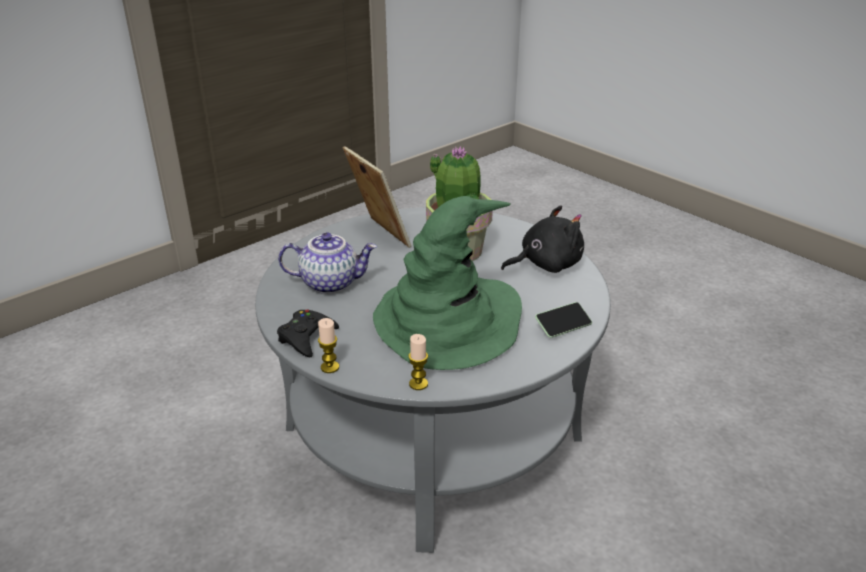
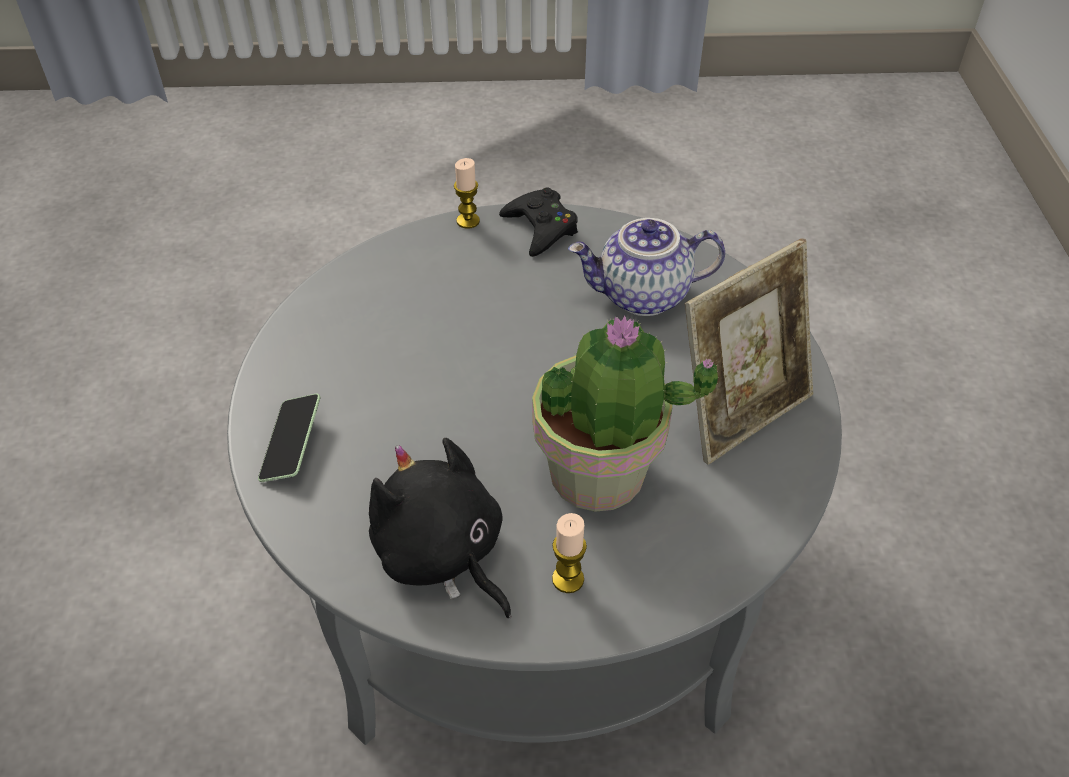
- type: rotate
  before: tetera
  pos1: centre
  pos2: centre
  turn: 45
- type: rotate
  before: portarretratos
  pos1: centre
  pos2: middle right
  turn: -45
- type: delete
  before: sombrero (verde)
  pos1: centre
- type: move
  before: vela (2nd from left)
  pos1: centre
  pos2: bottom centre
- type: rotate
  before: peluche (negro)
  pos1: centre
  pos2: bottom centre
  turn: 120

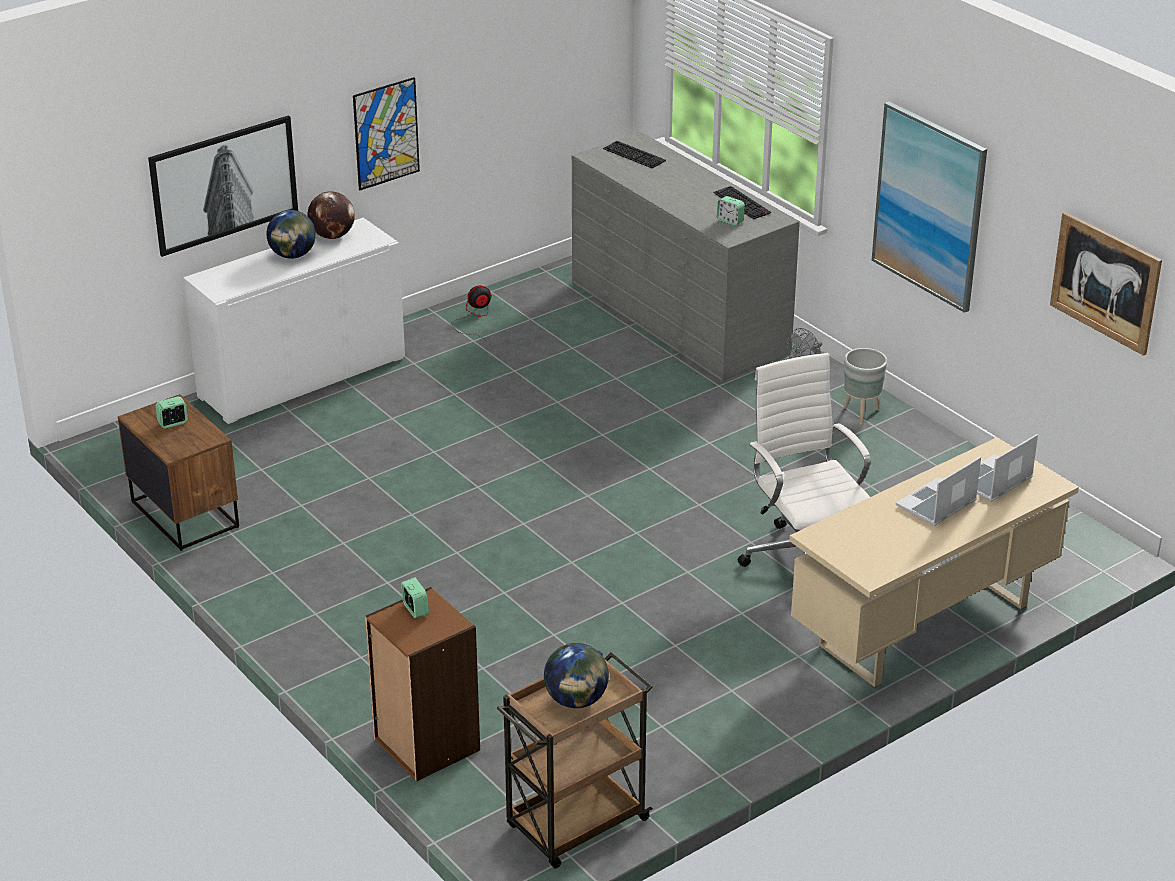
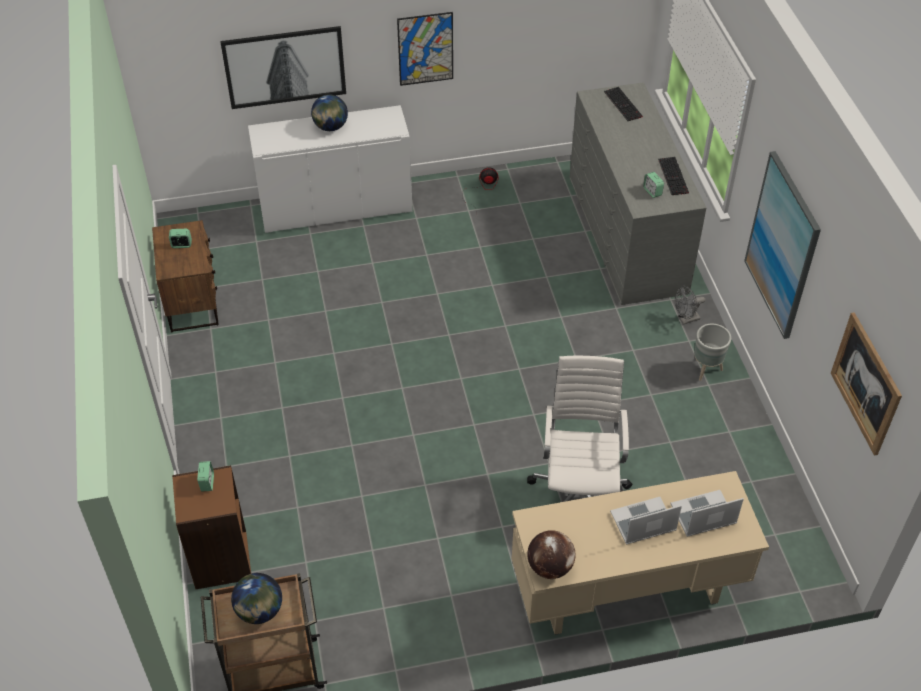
- type: move
  before: globo terráqueo (2nd from left in the first image)
  after: globo terráqueo (3rd from left)
  pos1: top left
  pos2: bottom centre

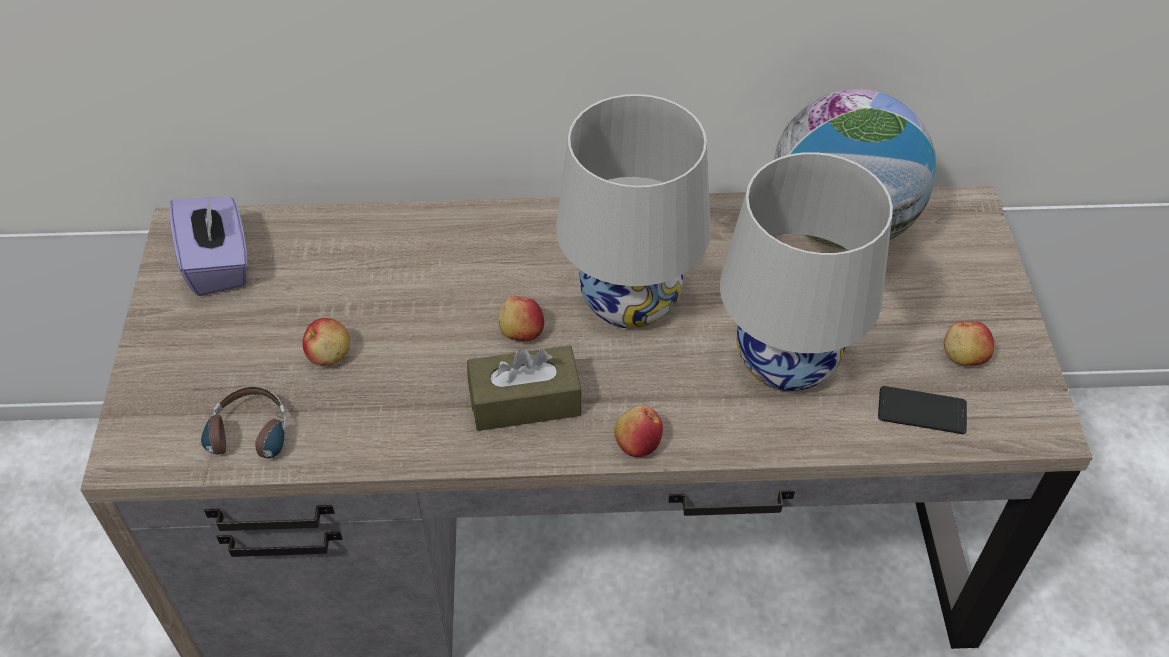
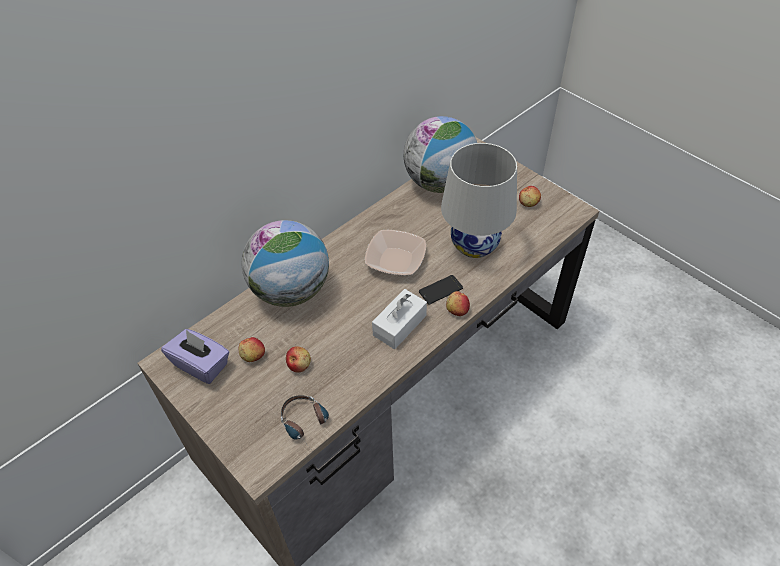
- type: recolor
  before: caja de pañuelos (marrón)
  after: caja de pañuelos (blanco)
  pos1: centre
  pos2: centre
- type: move
  before: manzana (2nd from left in the first image)
  after: manzana (1st from left)
  pos1: centre
  pos2: middle left
- type: replace
  before: lámpara de mesa (blanco) (1st from left)
  after: cuenco
  pos1: top centre
  pos2: centre
- type: move
  before: móvil
  pos1: middle right
  pos2: centre
- type: insert
  after: globo terráqueo (1st from left)
  pos2: centre

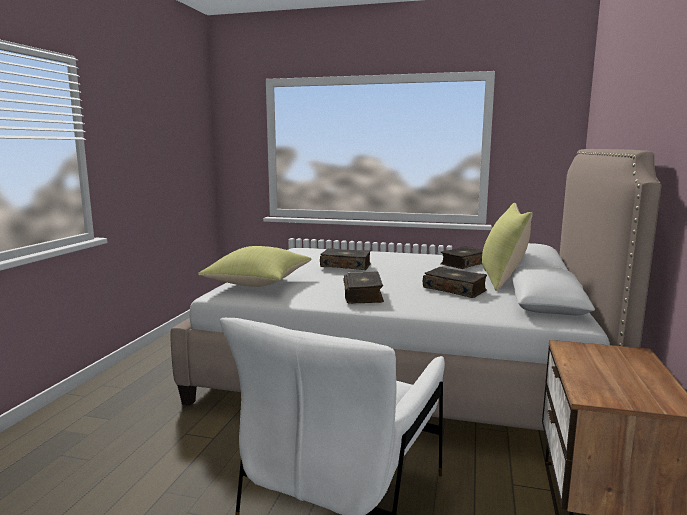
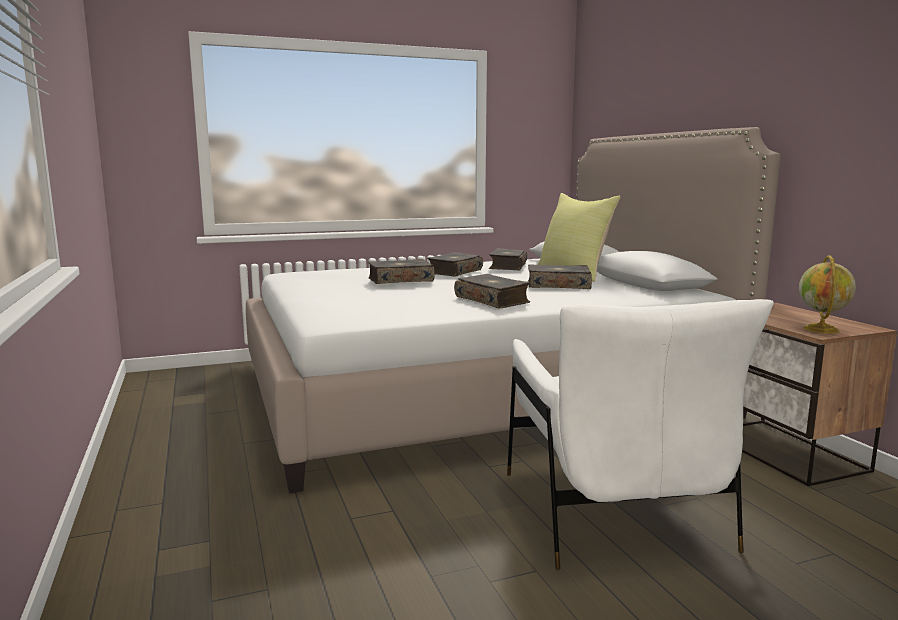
- type: delete
  before: cojín (amarillo) (1st from left)
  pos1: centre
- type: insert
  after: libro (2nd from left)
  pos2: centre
- type: insert
  after: globo terráqueo
  pos2: middle right

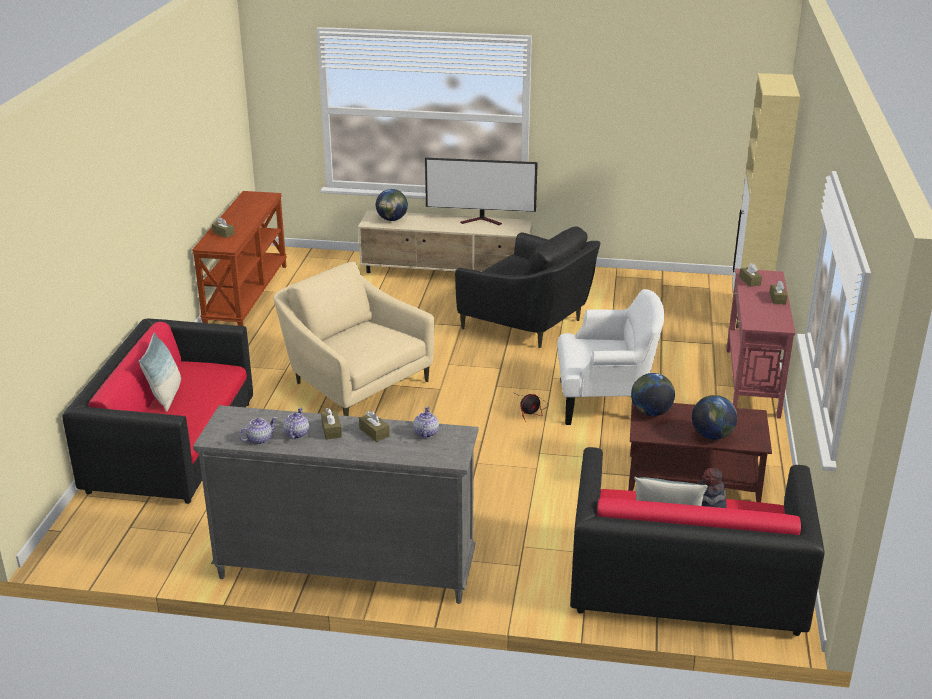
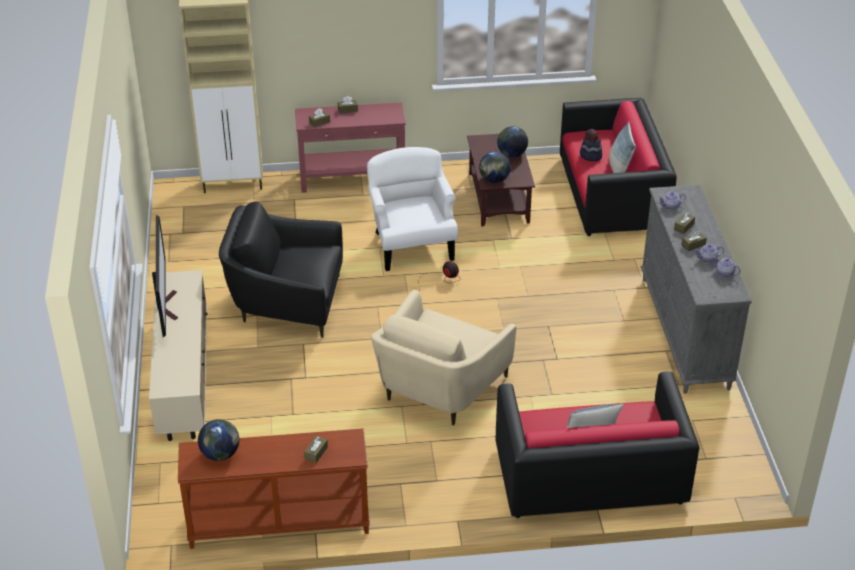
- type: move
  before: globo terráqueo (1st from left)
  pos1: top centre
  pos2: bottom left
- type: rotate
  before: sillón (negro)
  pos1: centre
  pos2: middle left
  turn: -105

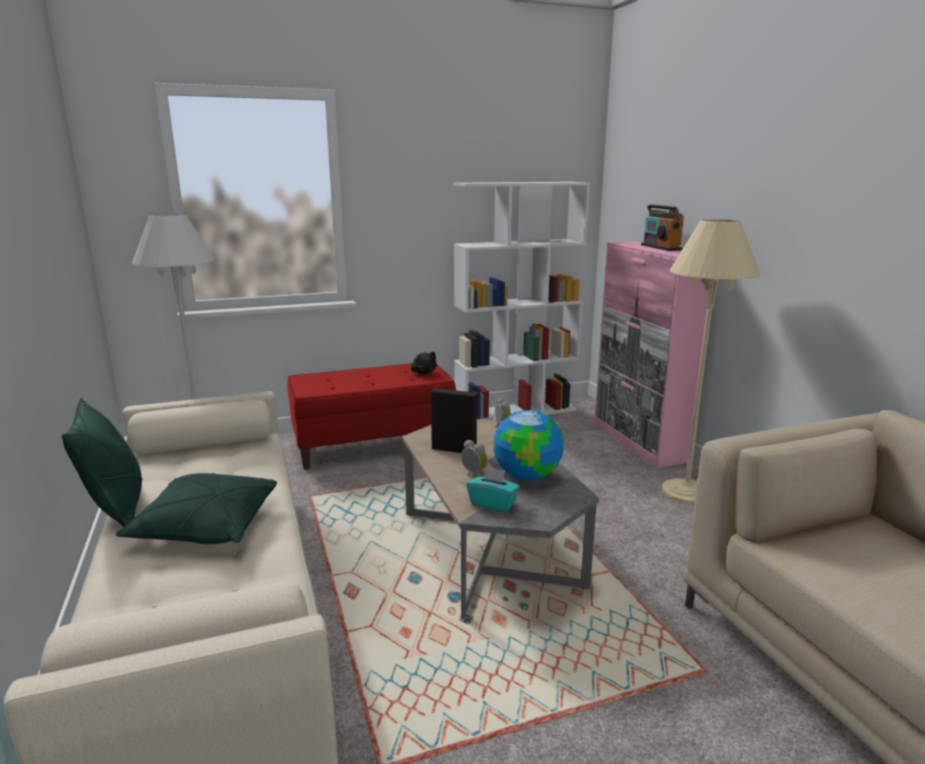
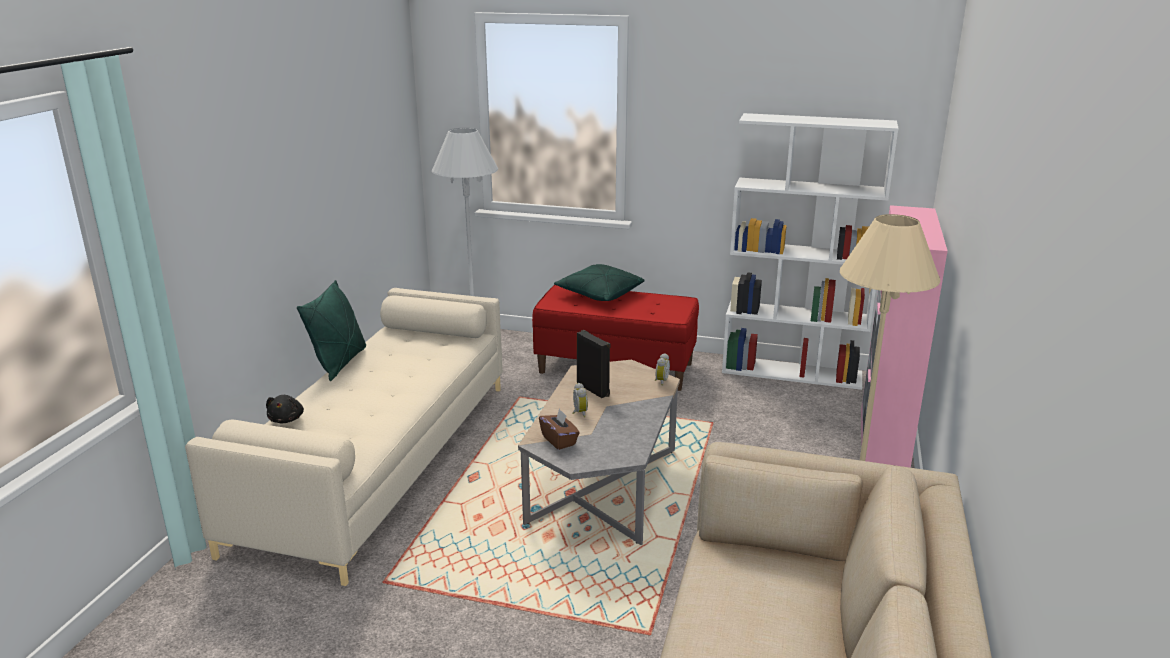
- type: move
  before: cojín (verde) (2nd from left)
  pos1: middle left
  pos2: centre
- type: move
  before: peluche (negro)
  pos1: centre
  pos2: middle left
- type: recolor
  before: caja de pañuelos (turquesa)
  after: caja de pañuelos (marrón)
  pos1: centre
  pos2: centre
- type: delete
  before: globo terráqueo
  pos1: centre
- type: delete
  before: radio
  pos1: top right

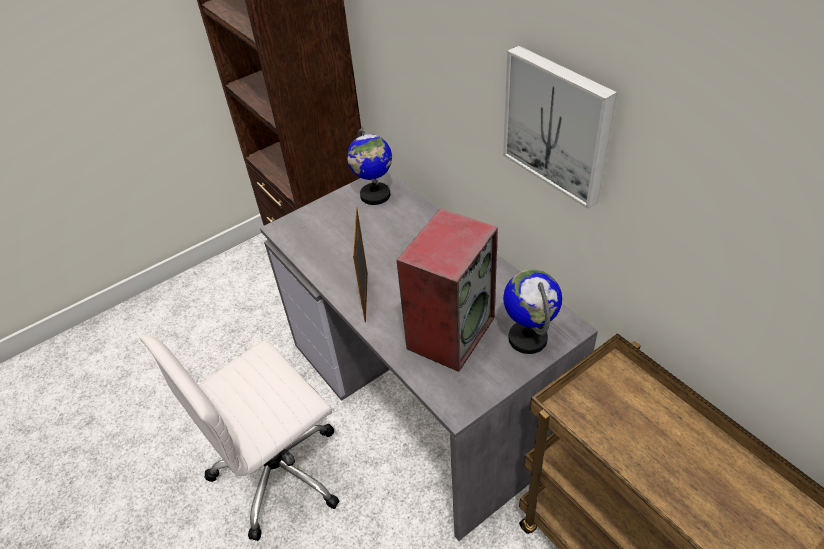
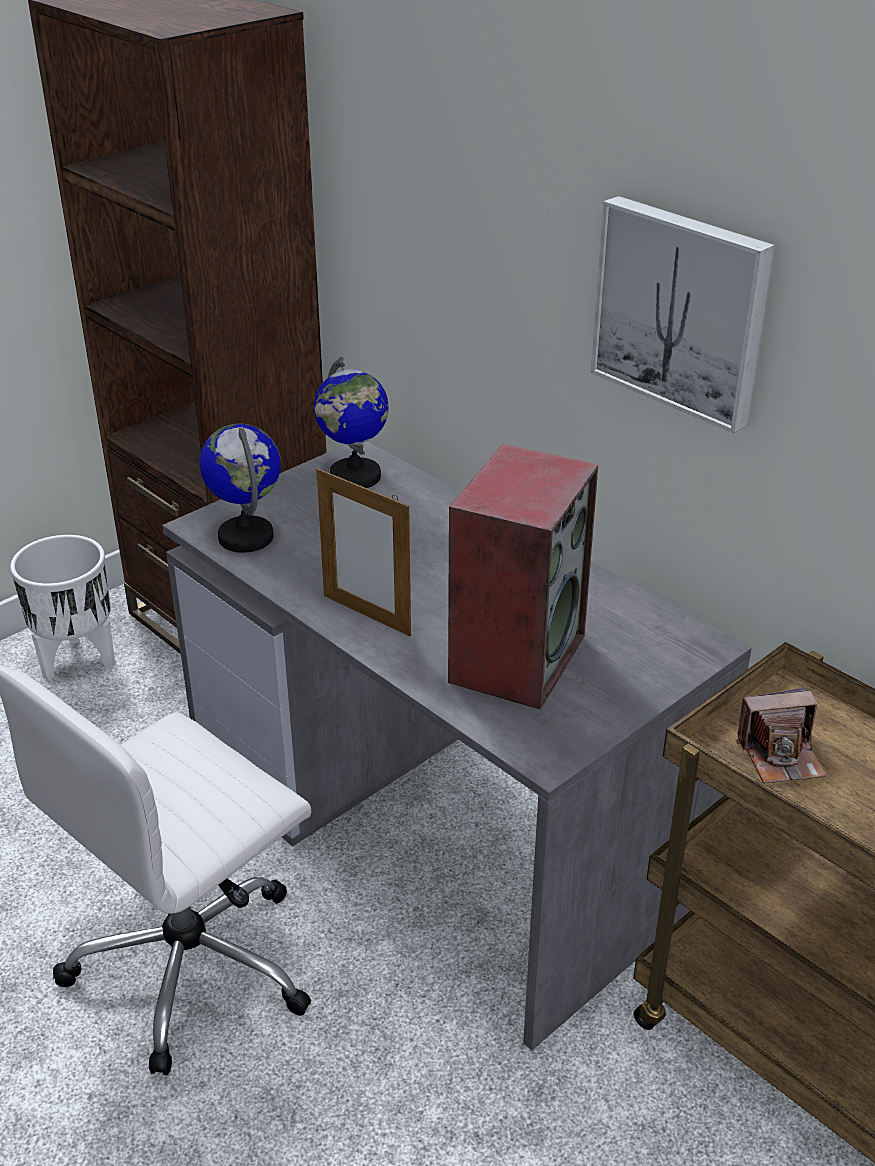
- type: rotate
  before: portarretratos
  pos1: centre
  pos2: centre
  turn: -45
- type: move
  before: globo terráqueo (2nd from left in the first image)
  after: globo terráqueo (1st from left)
  pos1: centre
  pos2: middle left
- type: insert
  after: maceta (blanco)
  pos2: middle left
- type: insert
  after: cámara
  pos2: middle right

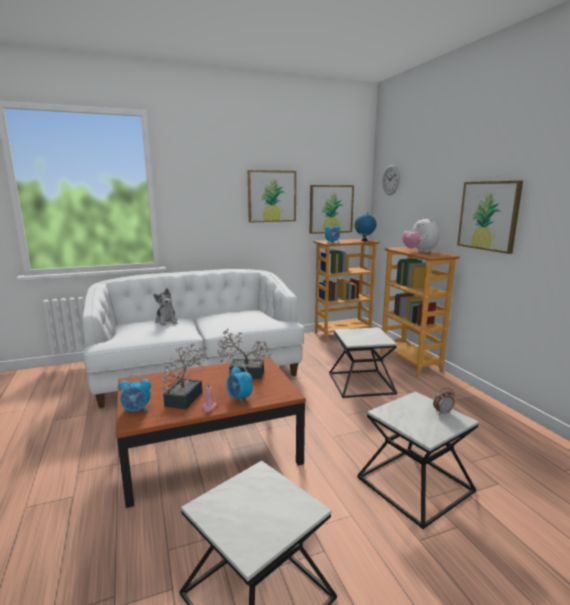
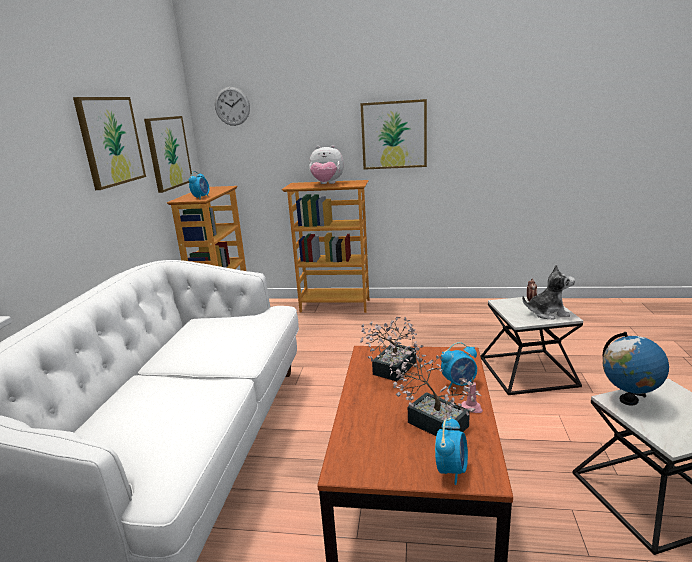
- type: move
  before: peluche (1st from left in the first image)
  after: peluche (2nd from left)
  pos1: middle left
  pos2: middle right
- type: delete
  before: mesa auxiliar (2nd from left)
  pos1: centre
- type: move
  before: globo terráqueo
  pos1: centre
  pos2: middle right

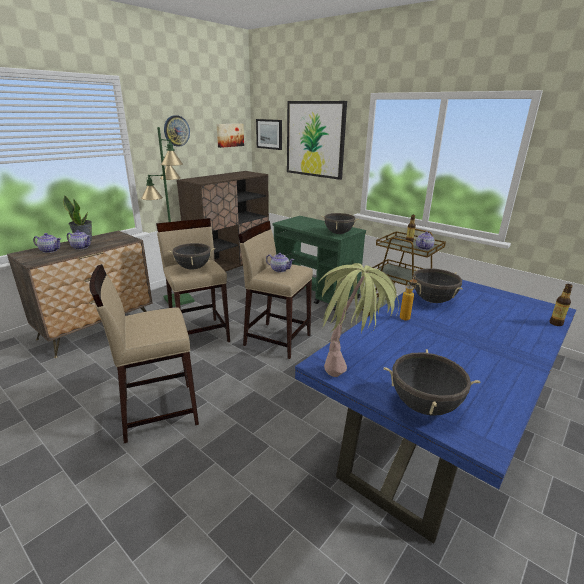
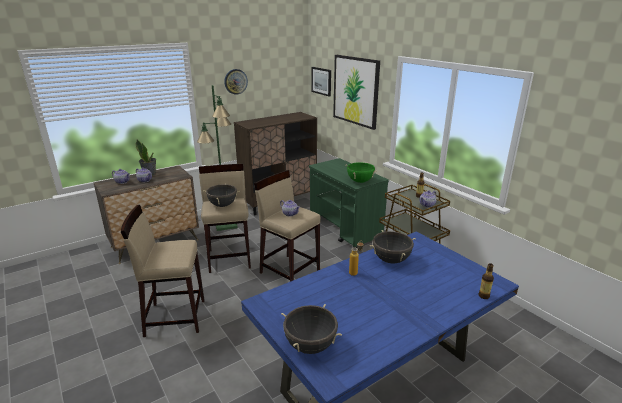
- type: delete
  before: cuadro (1st from left)
  pos1: top centre
- type: delete
  before: planta en maceta (2nd from left)
  pos1: centre
- type: recolor
  before: olla (negro) (2nd from left)
  after: olla (verde)
  pos1: centre
  pos2: centre

